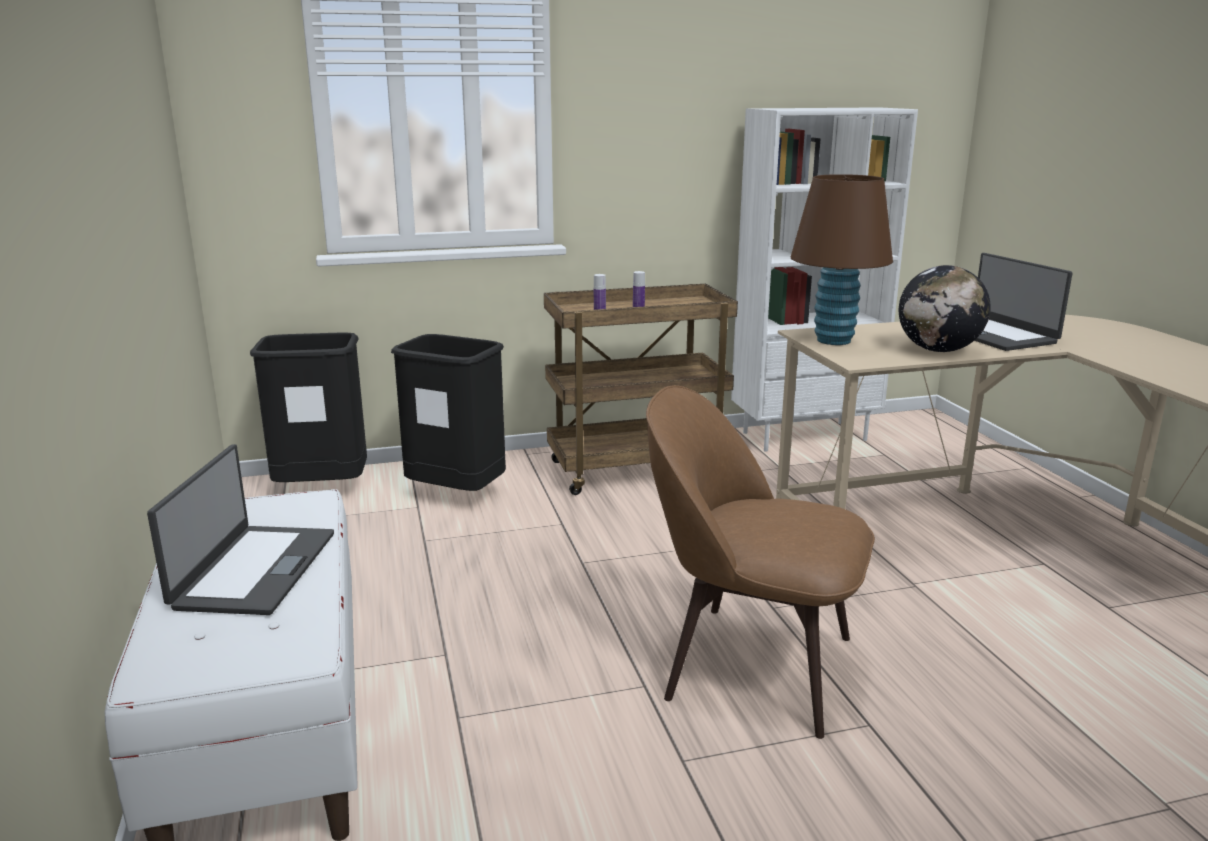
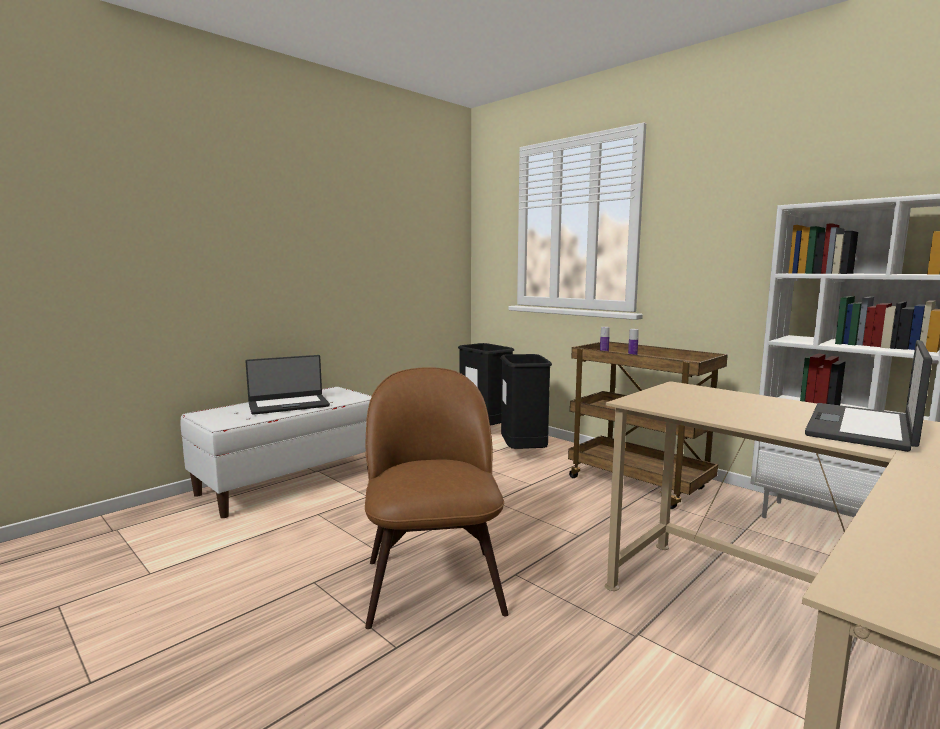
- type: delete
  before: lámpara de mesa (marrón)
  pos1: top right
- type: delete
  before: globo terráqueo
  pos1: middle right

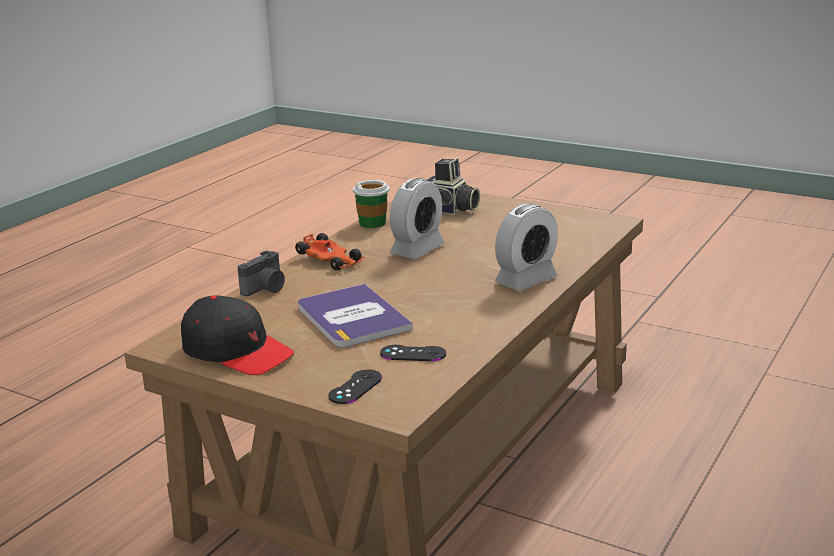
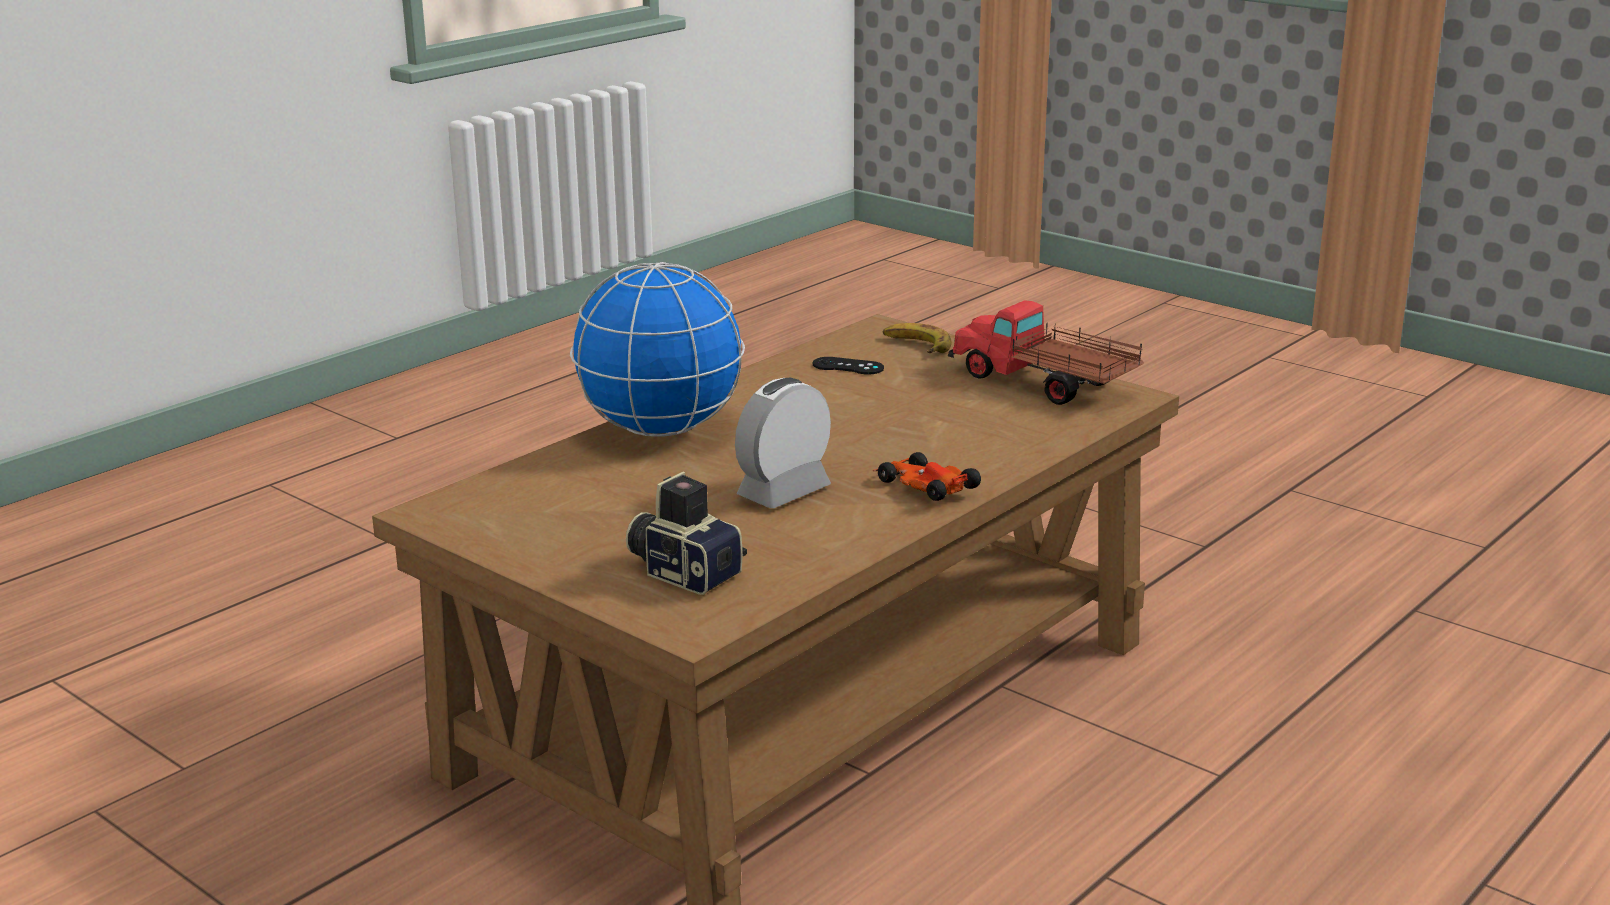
- type: replace
  before: gorra (negro)
  after: camión de juguete
  pos1: middle left
  pos2: centre
- type: delete
  before: cámara (1st from left)
  pos1: middle left
- type: delete
  before: libro
  pos1: centre
- type: replace
  before: mando de consola (negro) (1st from left)
  after: plátano
  pos1: bottom centre
  pos2: centre
- type: delete
  before: taza
  pos1: centre
- type: replace
  before: despertador (2nd from left)
  after: globo terráqueo
  pos1: centre
  pos2: centre

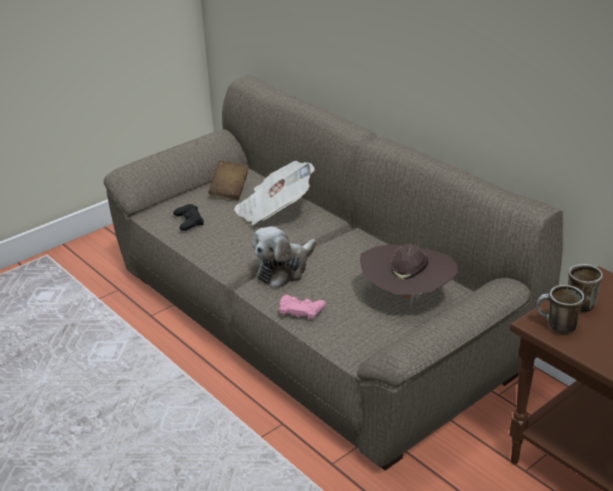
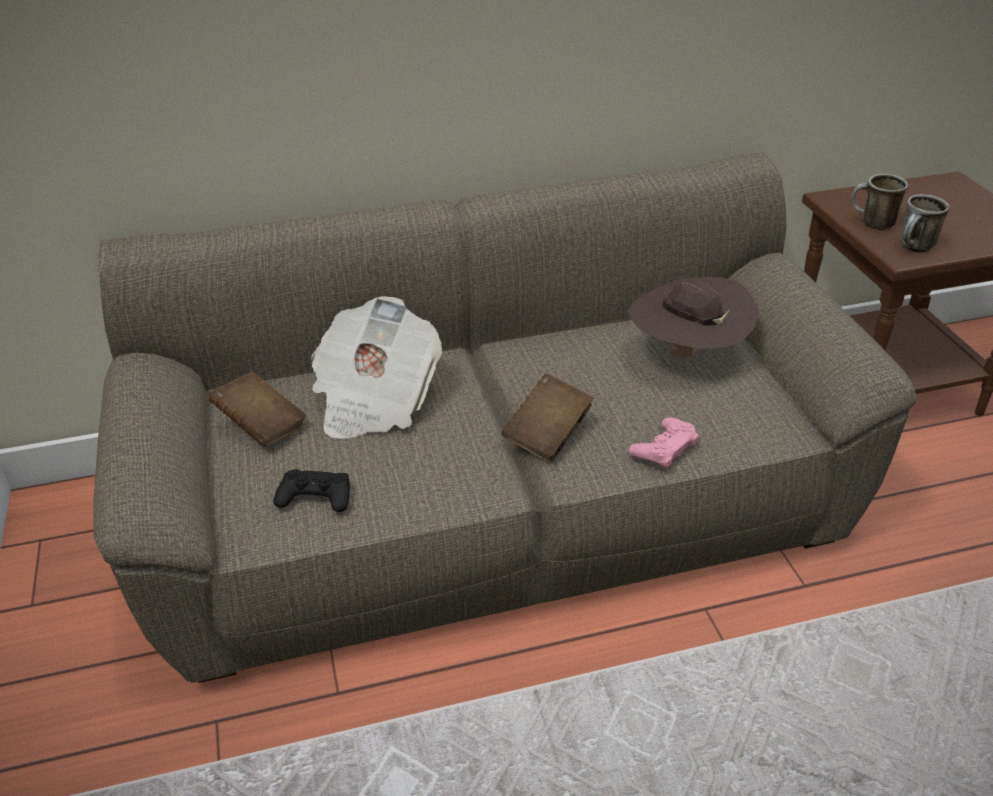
- type: replace
  before: peluche
  after: libro (marrón) (2nd from left)
  pos1: centre
  pos2: centre

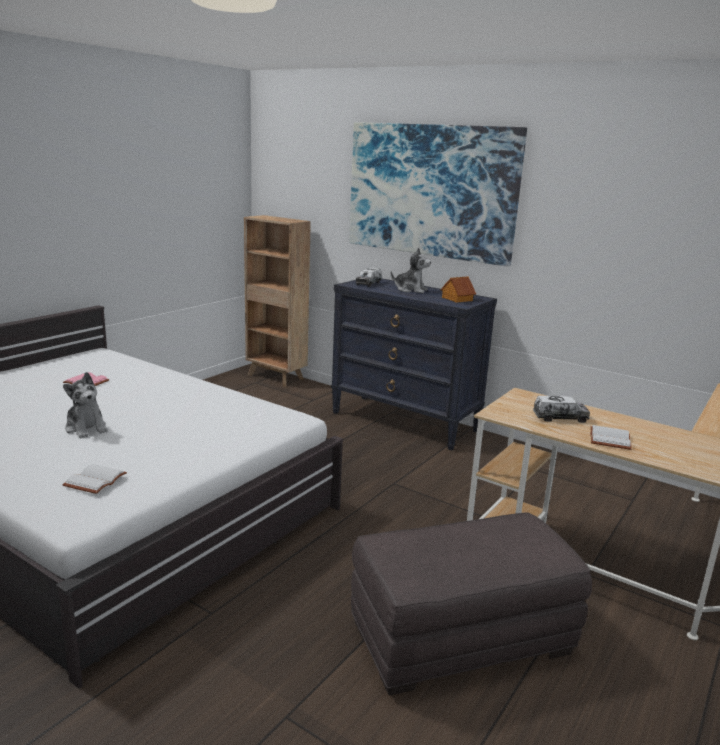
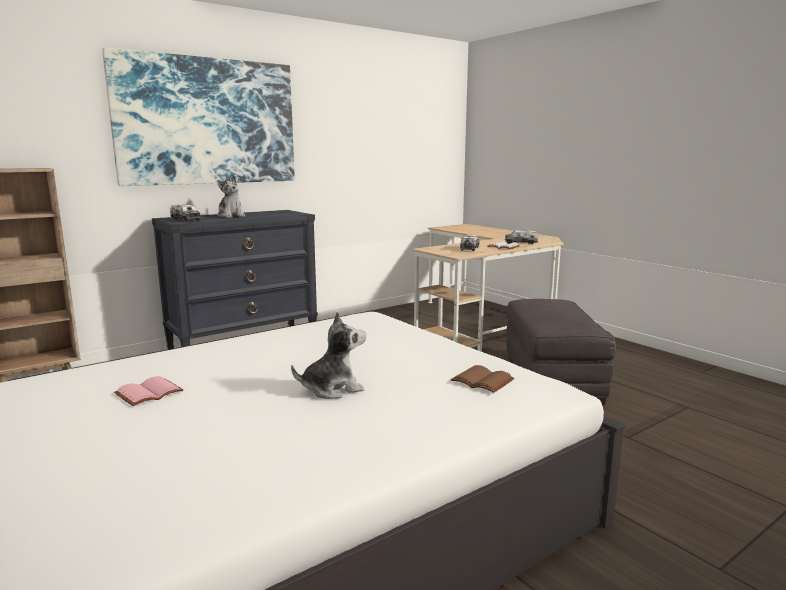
- type: recolor
  before: libro (blanco) (1st from left)
  after: libro (marrón)
  pos1: middle left
  pos2: centre
- type: rotate
  before: peluche (2nd from left in the first image)
  pos1: centre
  pos2: top left
  turn: 105
- type: delete
  before: casita
  pos1: centre
- type: insert
  after: camión de juguete (3rd from left)
  pos2: centre

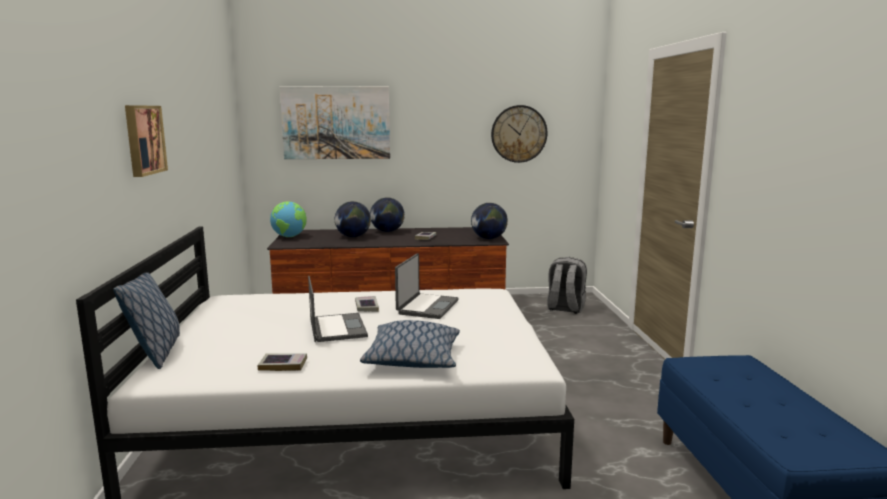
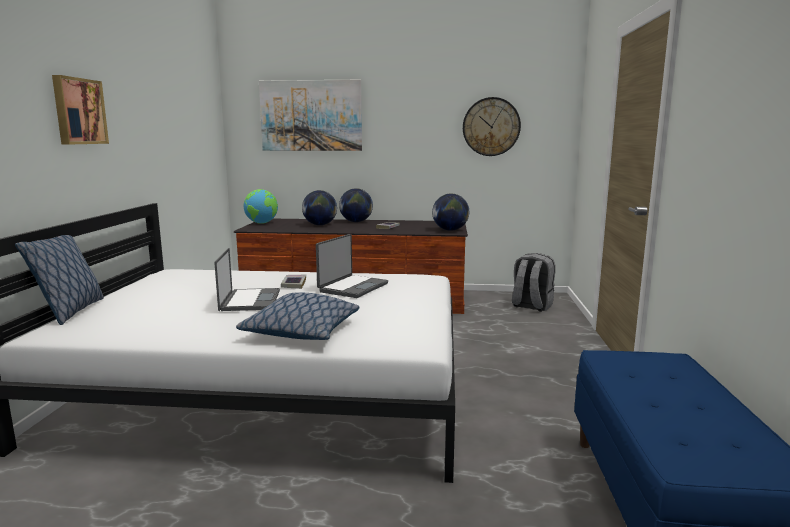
- type: delete
  before: libro (1st from left)
  pos1: bottom left

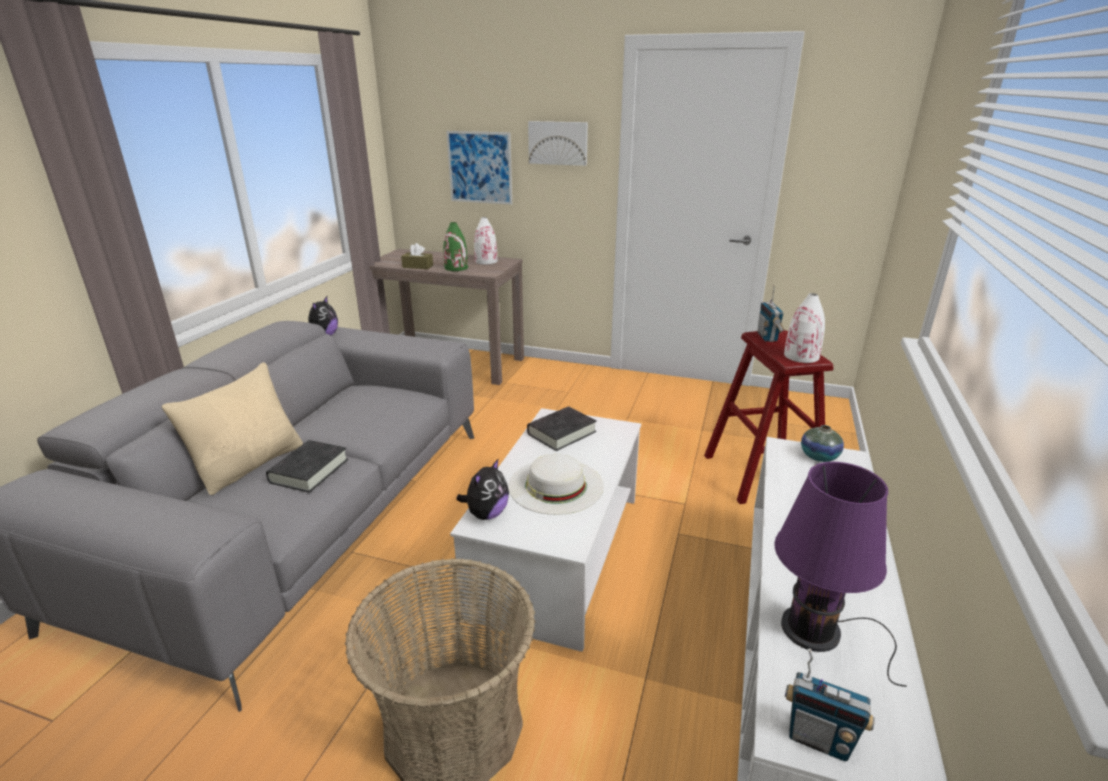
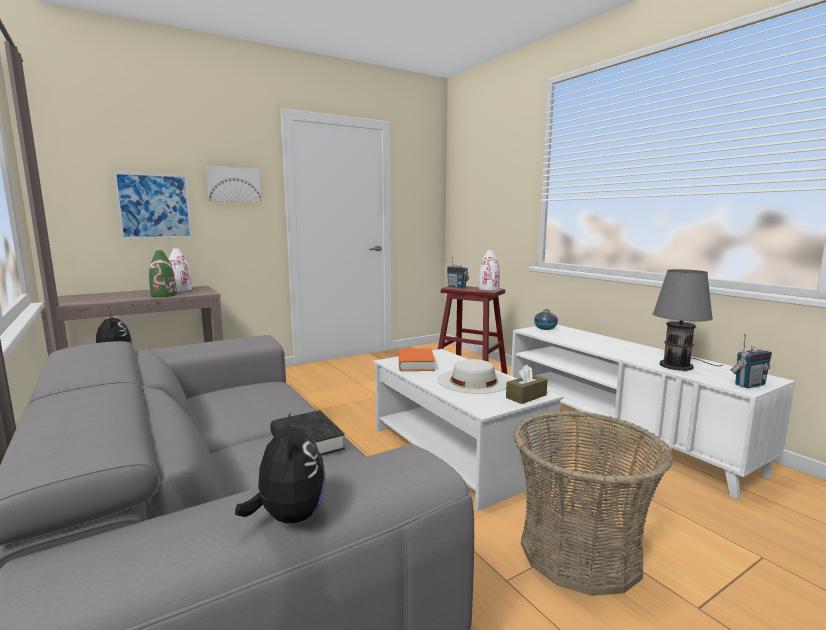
- type: delete
  before: cojín (beis)
  pos1: middle left
- type: move
  before: caja de pañuelos (marrón)
  pos1: top centre
  pos2: centre
- type: move
  before: peluche (2nd from left)
  pos1: centre
  pos2: bottom centre
- type: recolor
  before: libro (negro) (2nd from left)
  after: libro (naranja)
  pos1: centre
  pos2: centre
- type: recolor
  before: lámpara de mesa (morado)
  after: lámpara de mesa (gris)
  pos1: bottom right
  pos2: middle right

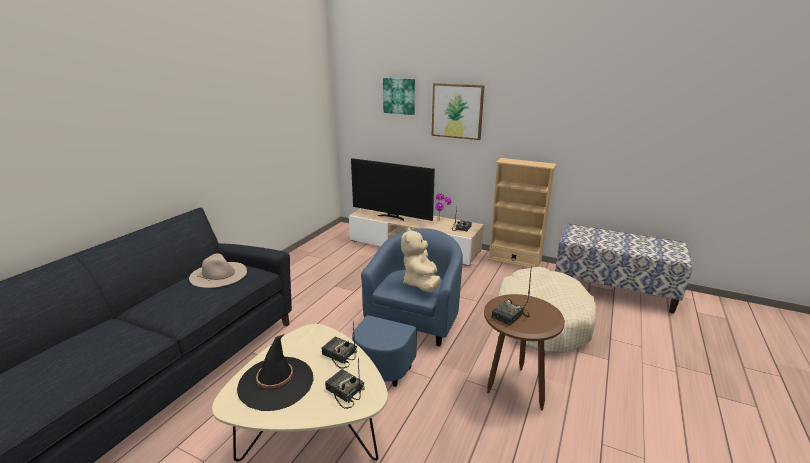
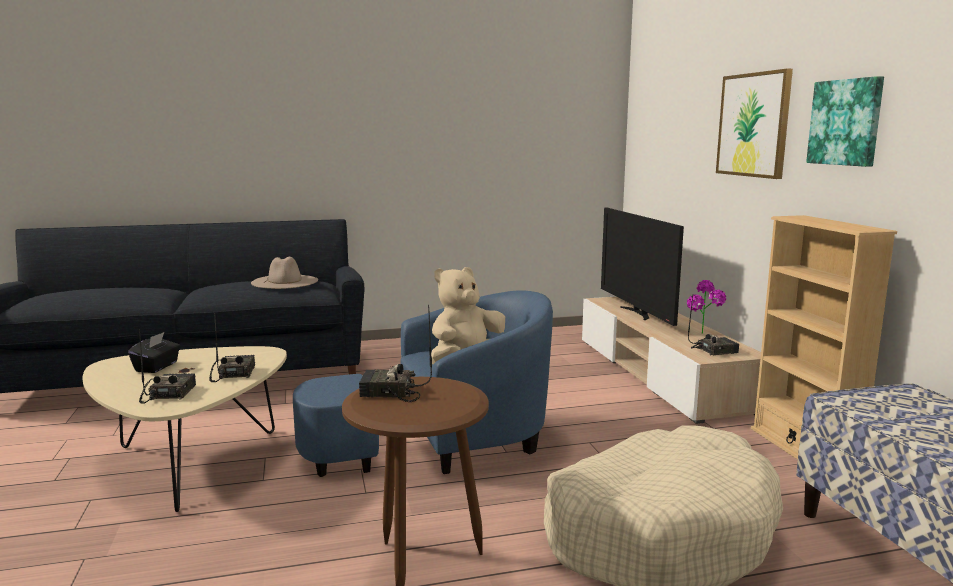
- type: replace
  before: sombrero (negro)
  after: caja de pañuelos (negro)
  pos1: bottom centre
  pos2: middle left
- type: move
  before: cuadro (1st from left in the first image)
  after: cuadro (2nd from left)
  pos1: top centre
  pos2: top right

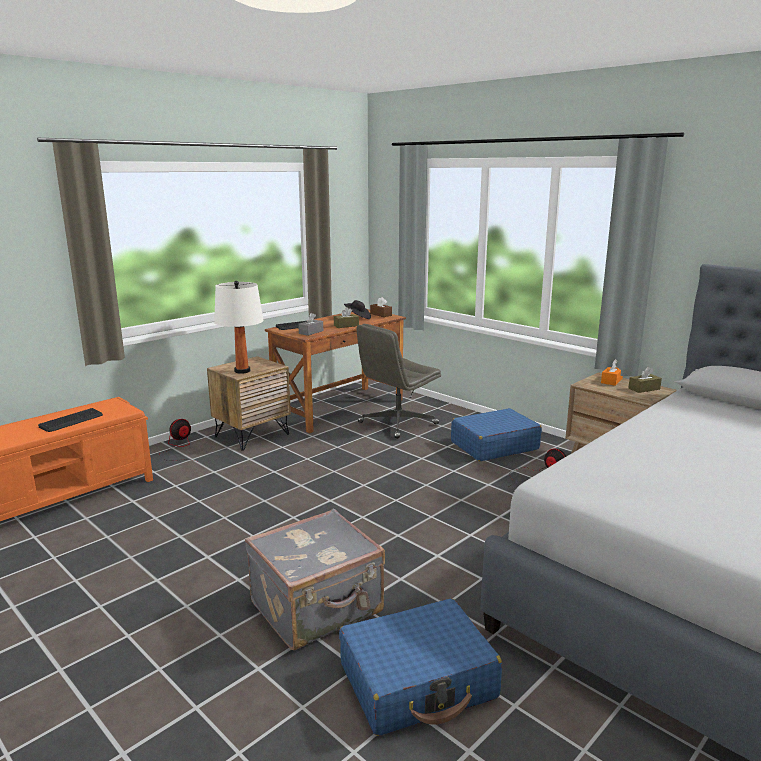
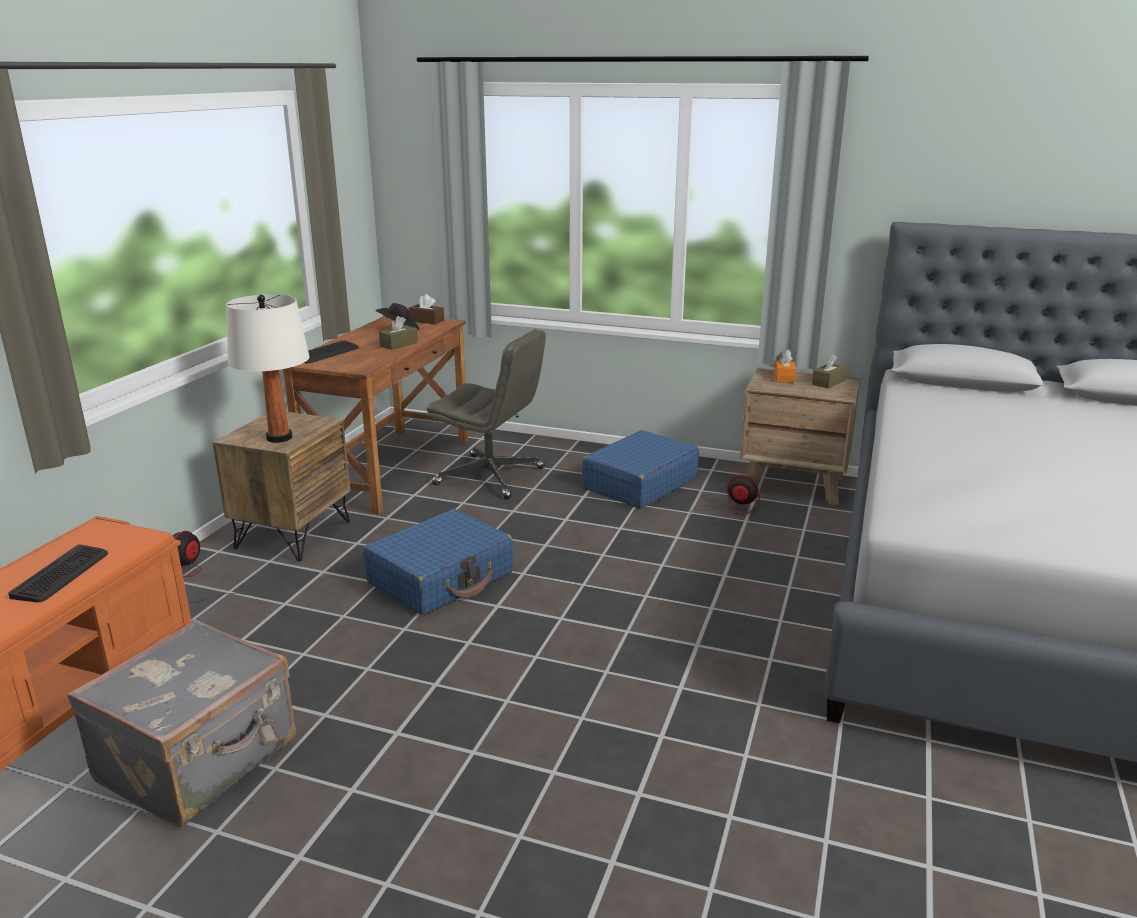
- type: move
  before: maleta (gris)
  pos1: bottom centre
  pos2: bottom left
- type: delete
  before: caja de pañuelos (gris)
  pos1: centre
- type: move
  before: maleta (azul) (1st from left)
  pos1: bottom centre
  pos2: centre
- type: rotate
  before: silla de oficina (gris)
  pos1: centre
  pos2: centre
  turn: -90

